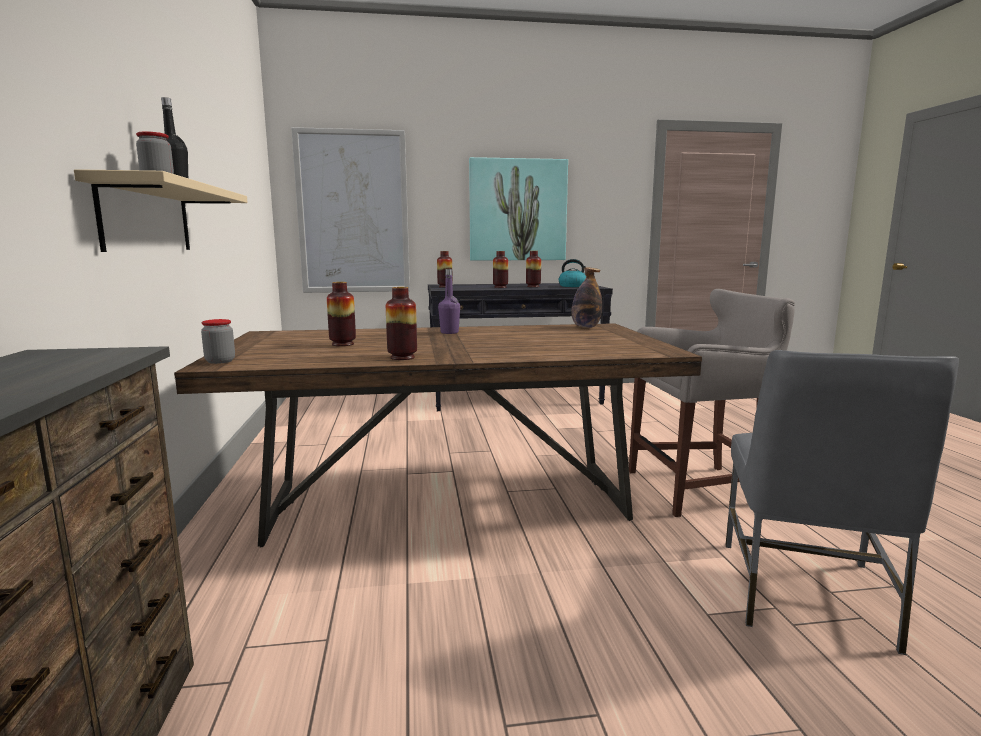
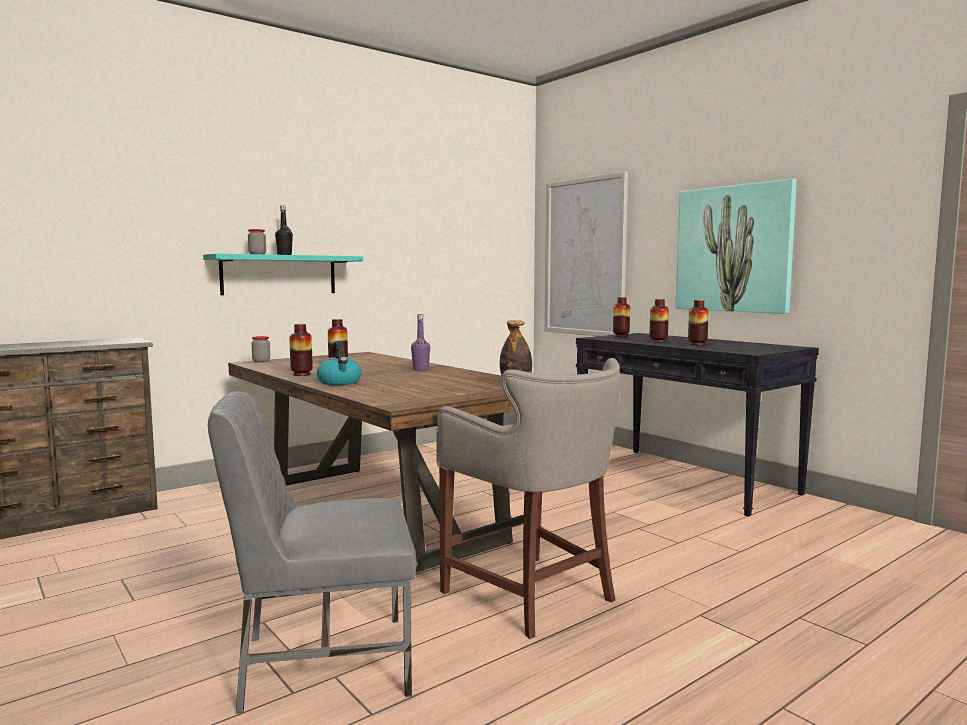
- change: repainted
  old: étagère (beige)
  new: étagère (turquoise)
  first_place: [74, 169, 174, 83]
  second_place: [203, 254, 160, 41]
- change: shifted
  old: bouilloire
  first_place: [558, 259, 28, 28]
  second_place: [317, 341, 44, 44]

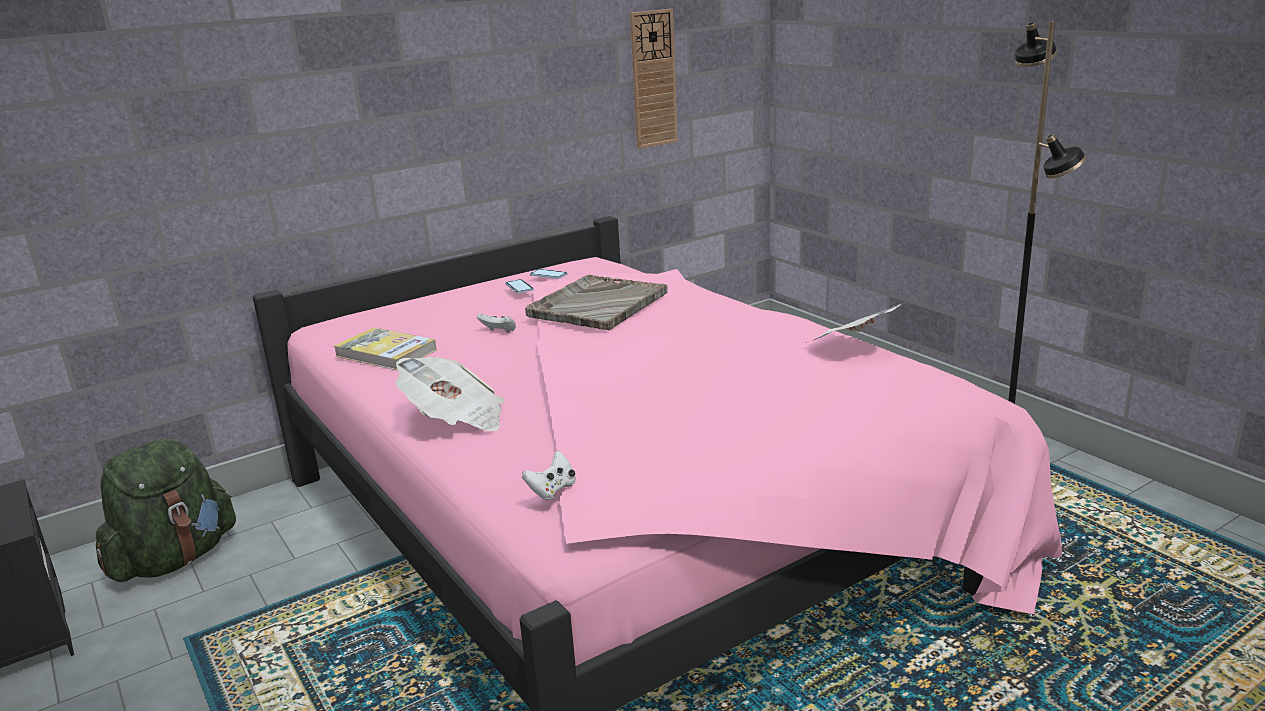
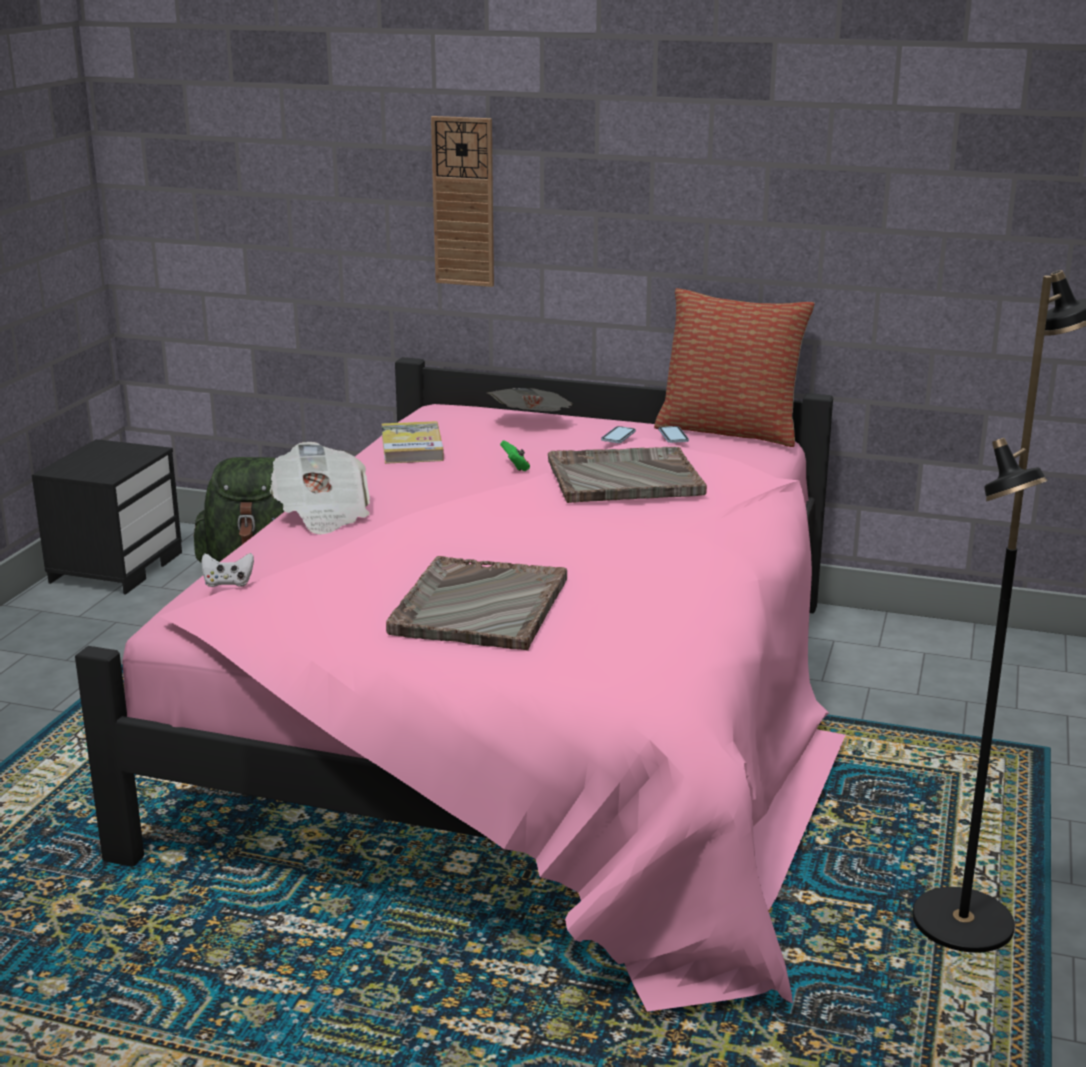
- change: shifted
  old: horloge murale
  first_place: [630, 9, 48, 140]
  second_place: [431, 116, 63, 171]
- change: shifted
  old: journal
  first_place: [806, 303, 99, 40]
  second_place: [487, 388, 86, 23]
- change: repainted
  old: manette (blanc)
  new: manette (vert)
  first_place: [477, 313, 39, 20]
  second_place: [500, 440, 30, 31]
- change: new
  new: coussin
  second_place: [654, 288, 161, 159]
- change: new
  new: plateau (gris)
  second_place: [386, 556, 181, 95]

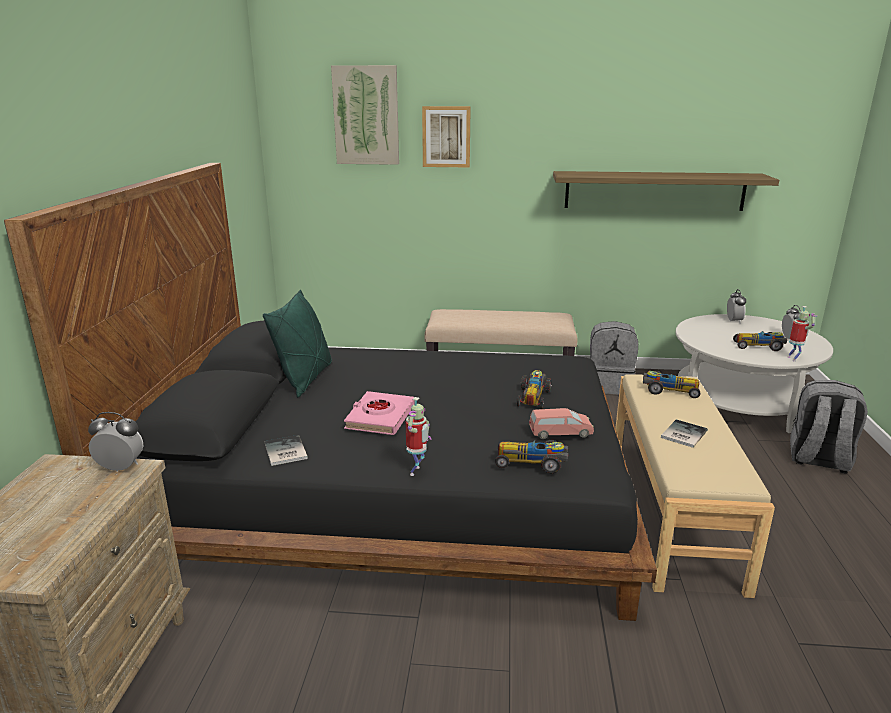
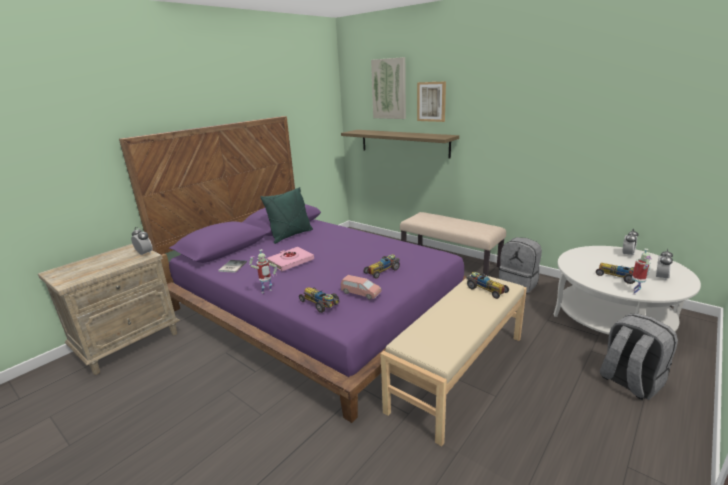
- change: repainted
  old: lit (noir)
  new: lit (violet)
  first_place: [4, 163, 653, 458]
  second_place: [119, 116, 348, 307]
- change: shifted
  old: étagère
  first_place: [553, 171, 226, 40]
  second_place: [341, 130, 118, 29]
- change: gone
  old: livre
  first_place: [661, 419, 47, 29]

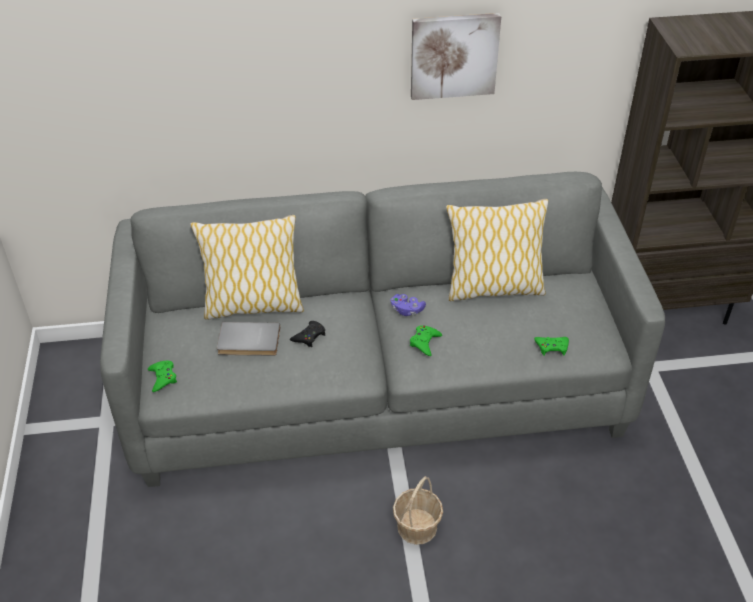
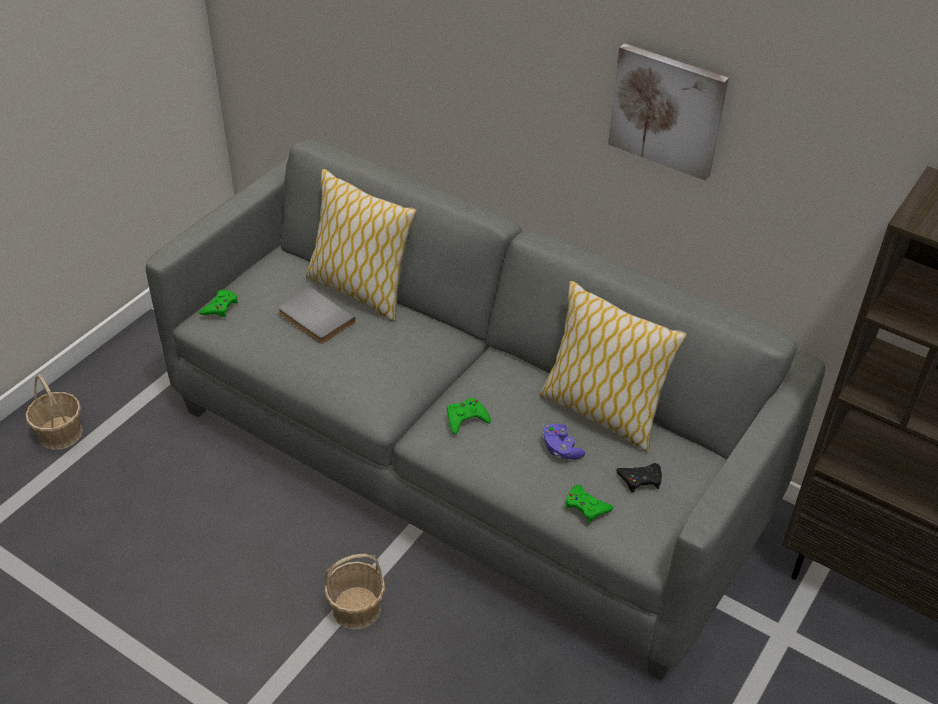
- change: shifted
  old: manette (violet)
  first_place: [391, 294, 35, 22]
  second_place: [542, 424, 43, 36]
- change: shifted
  old: manette (noir)
  first_place: [290, 321, 35, 26]
  second_place: [616, 463, 46, 30]
- change: new
  new: panier
  second_place: [25, 374, 58, 76]

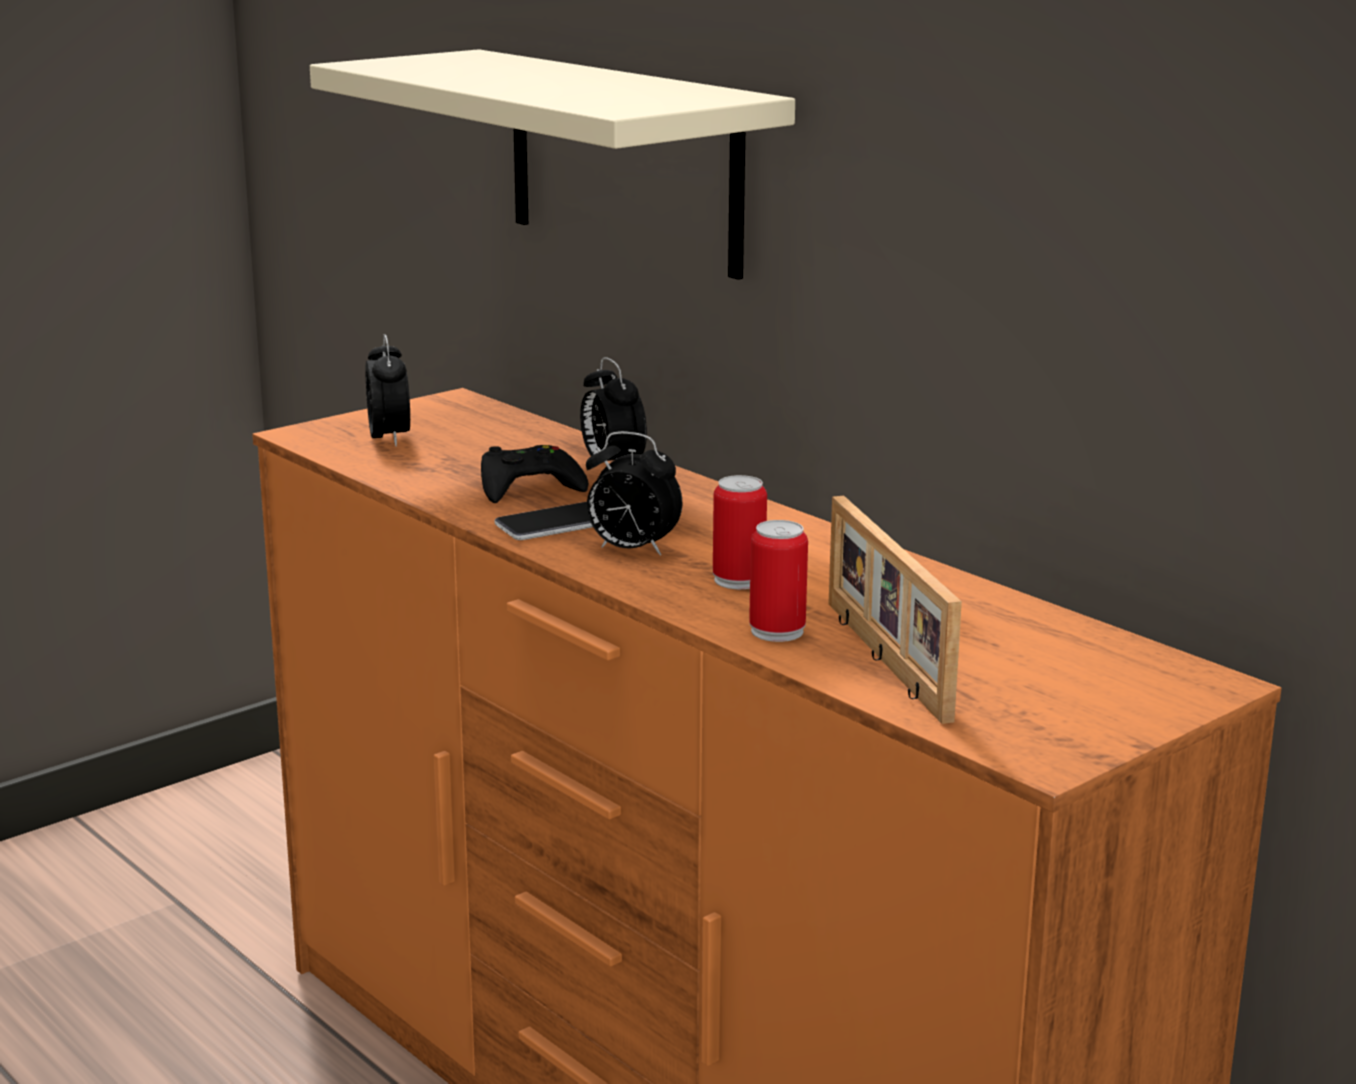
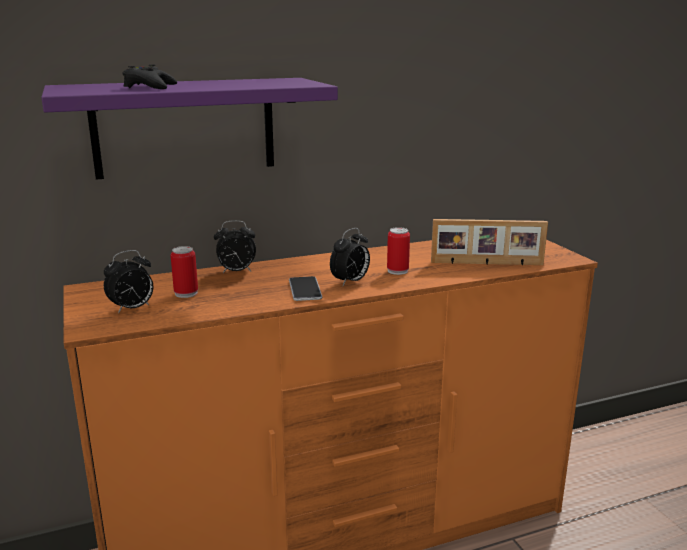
- change: repainted
  old: étagère (beige)
  new: étagère (violet)
  first_place: [310, 49, 485, 231]
  second_place: [41, 78, 297, 102]
- change: rotated
  old: réveil
  first_place: [366, 334, 44, 113]
  second_place: [104, 250, 49, 64]
  degrees: 135
- change: shifted
  old: manette (noir)
  first_place: [481, 445, 108, 58]
  second_place: [122, 64, 55, 25]
- change: shifted
  old: boîte métallique
  first_place: [749, 520, 59, 122]
  second_place: [171, 246, 27, 52]

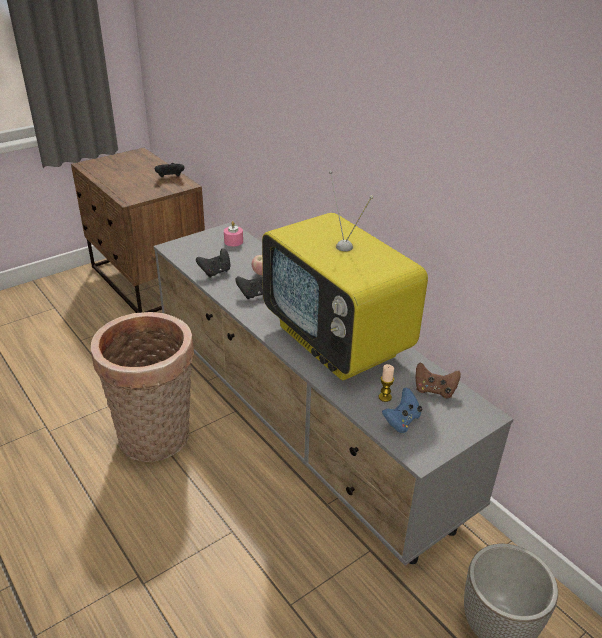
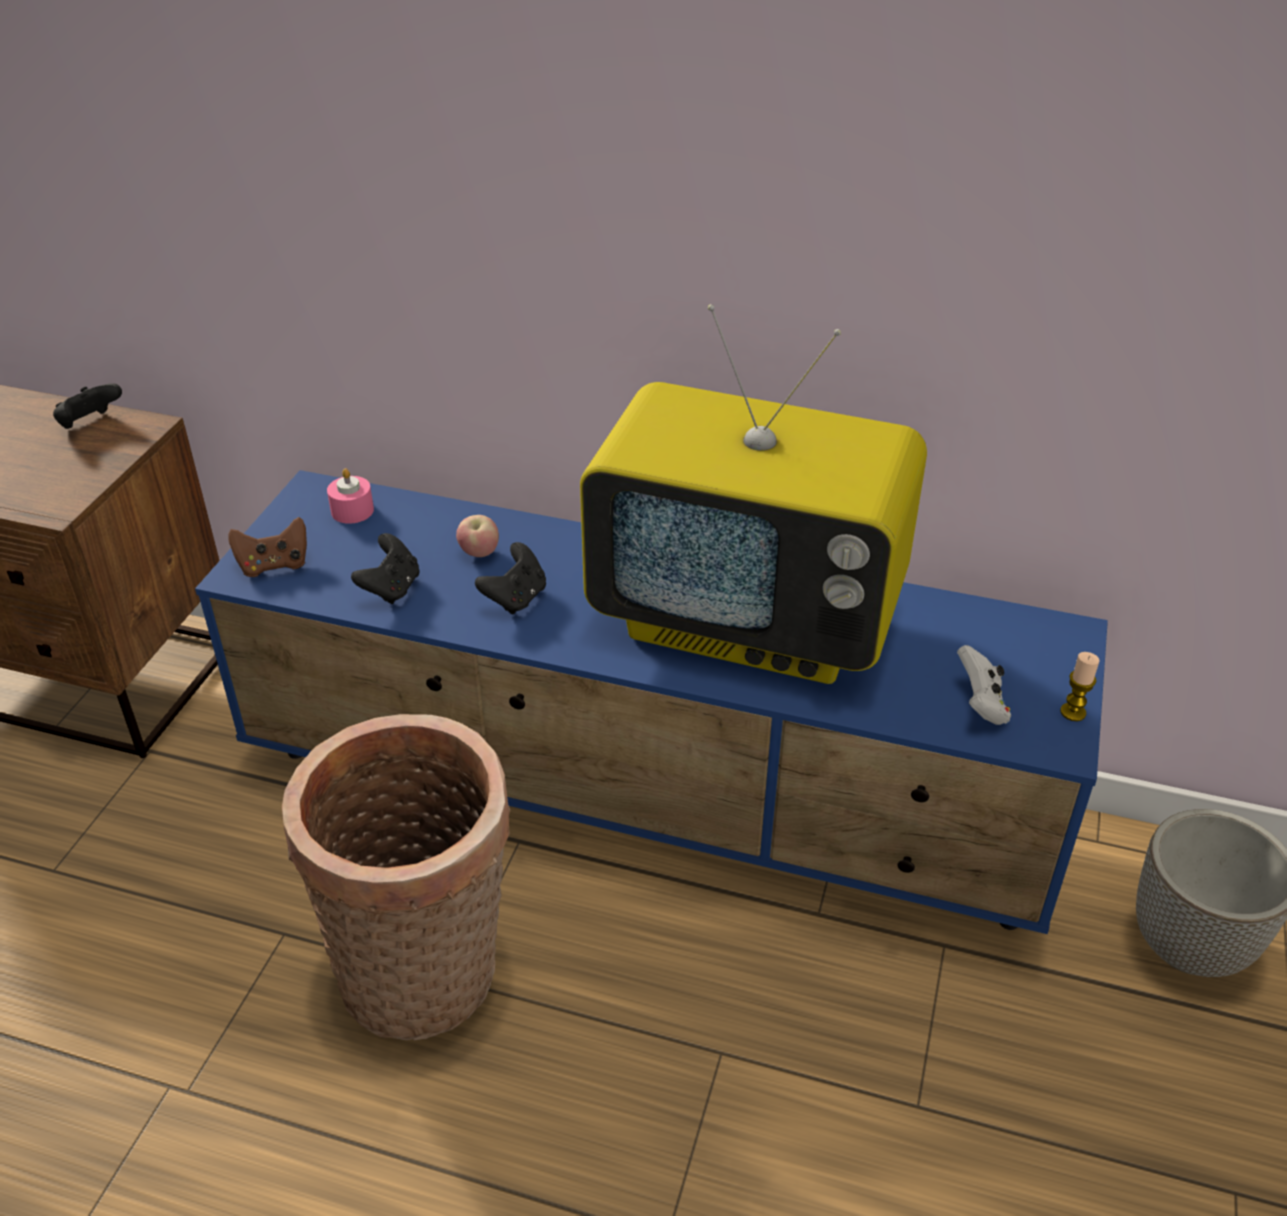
- change: repainted
  old: meuble télé (gris)
  new: meuble télé (bleu)
  first_place: [154, 222, 359, 343]
  second_place: [195, 470, 913, 464]
- change: shifted
  old: manette (marron)
  first_place: [415, 362, 46, 36]
  second_place: [228, 517, 79, 60]
- change: shifted
  old: bougie
  first_place: [379, 364, 15, 38]
  second_place: [1060, 652, 40, 69]
- change: repainted
  old: manette (bleu)
  new: manette (blanc)
  first_place: [382, 387, 40, 46]
  second_place: [957, 645, 54, 80]

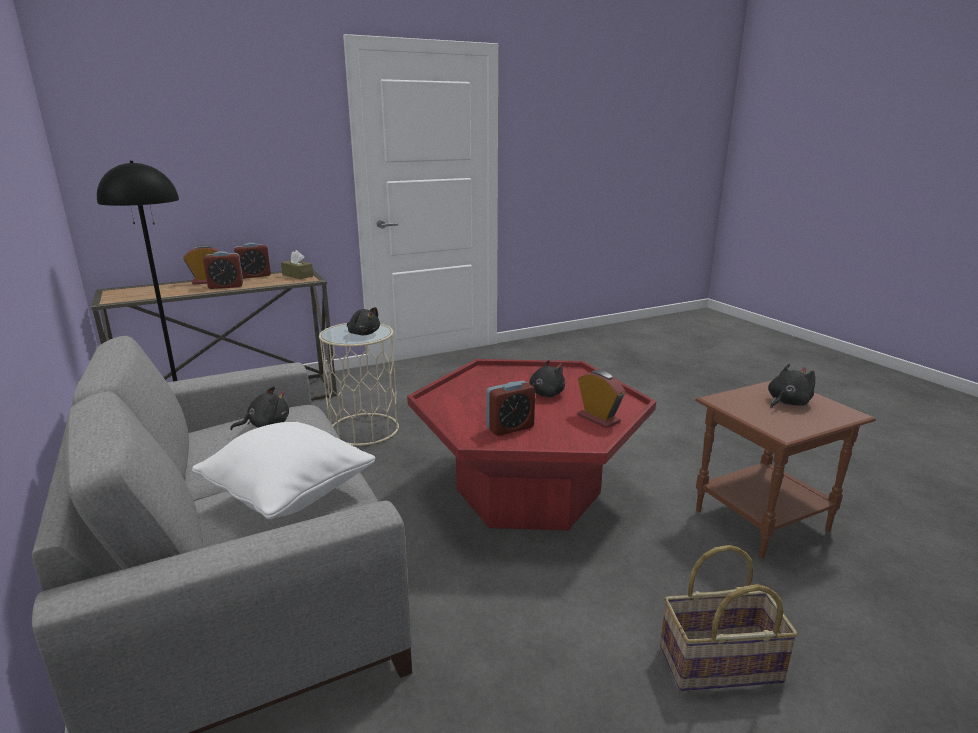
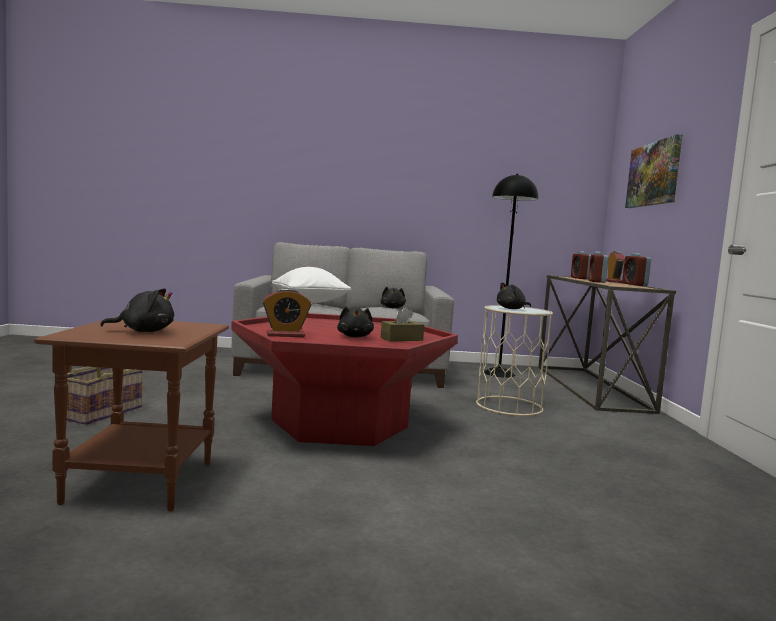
- change: shifted
  old: boîte à mouchoirs (marron)
  first_place: [281, 250, 32, 29]
  second_place: [381, 307, 43, 34]
- change: rotated
  old: peluche (noir)
  first_place: [768, 363, 47, 45]
  second_place: [100, 288, 74, 44]
  degrees: -90
- change: shifted
  old: réveil
  first_place: [486, 380, 49, 56]
  second_place: [571, 251, 20, 29]
- change: new
  new: tableau
  second_place: [625, 134, 57, 74]

